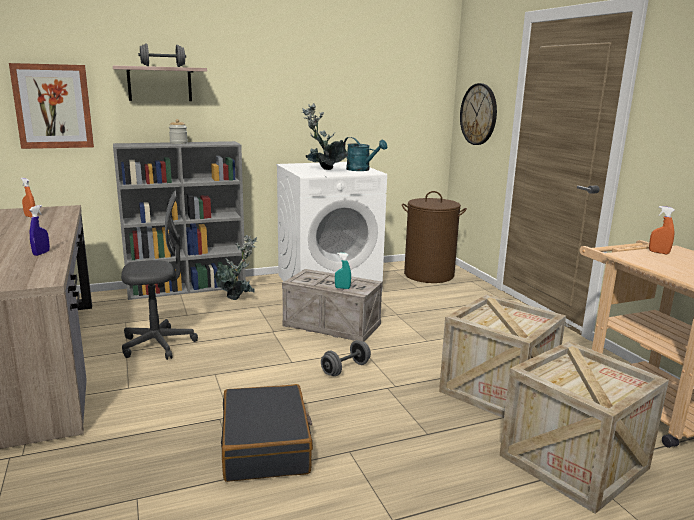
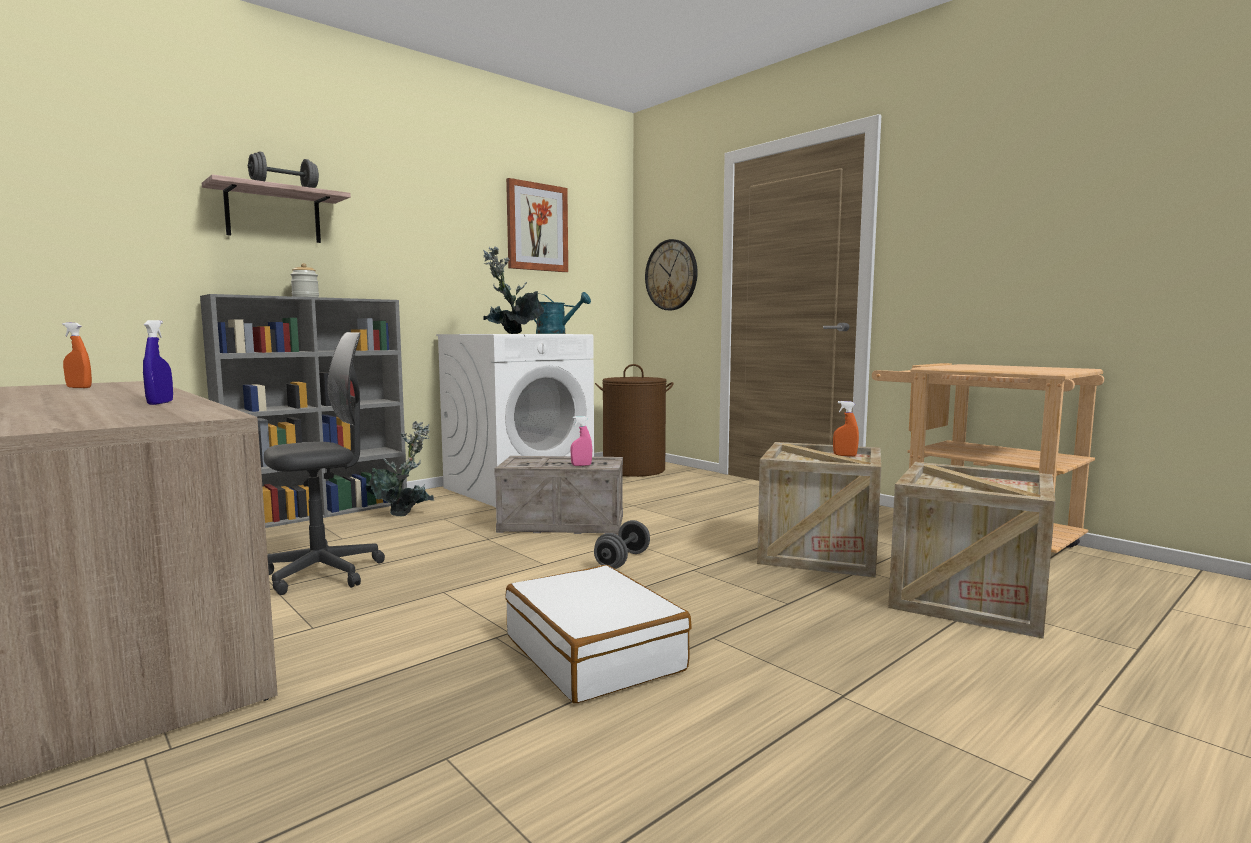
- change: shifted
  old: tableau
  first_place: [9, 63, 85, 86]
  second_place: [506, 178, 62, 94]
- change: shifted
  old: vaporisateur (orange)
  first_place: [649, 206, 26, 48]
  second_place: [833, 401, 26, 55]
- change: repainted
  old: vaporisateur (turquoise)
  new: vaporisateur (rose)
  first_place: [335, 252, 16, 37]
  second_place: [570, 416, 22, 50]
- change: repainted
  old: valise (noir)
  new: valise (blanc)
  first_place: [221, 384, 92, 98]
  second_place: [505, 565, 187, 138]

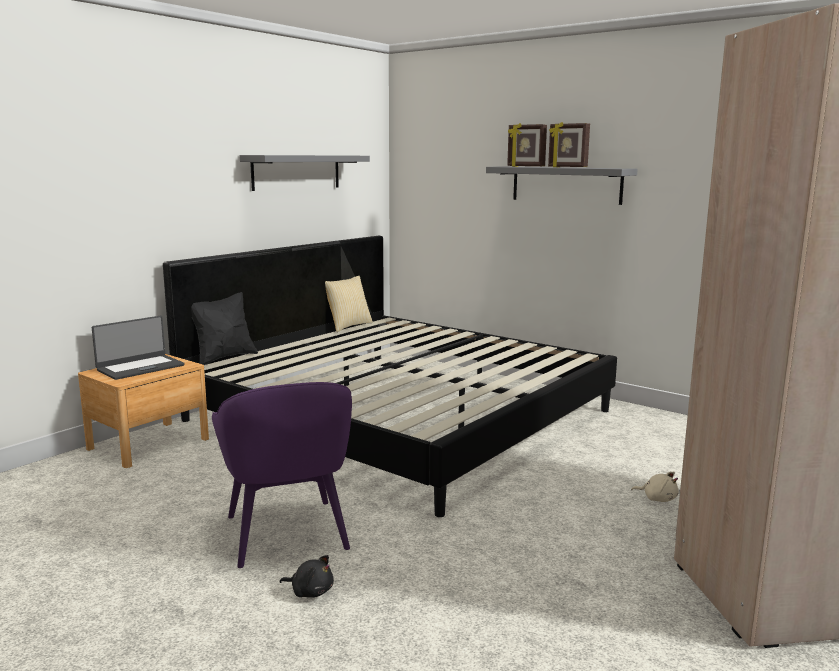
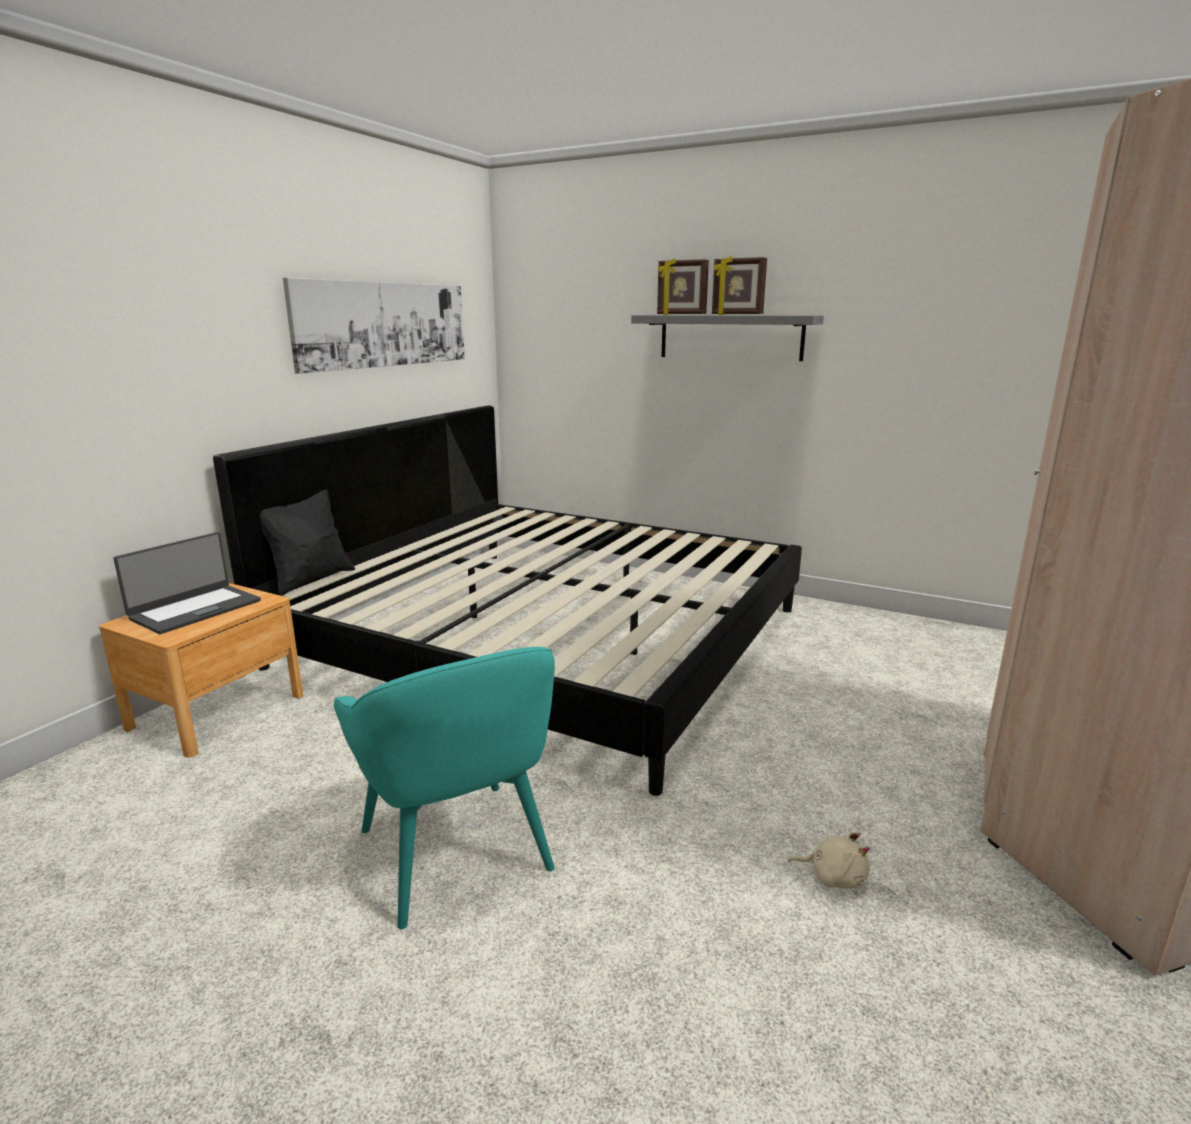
- change: swapped
  old: étagère (gris)
  new: tableau
  first_place: [240, 155, 130, 36]
  second_place: [283, 278, 182, 96]
- change: gone
  old: coussin
  first_place: [325, 276, 48, 56]
- change: repainted
  old: fauteuil (violet)
  new: fauteuil (turquoise)
  first_place: [212, 382, 140, 186]
  second_place: [334, 647, 221, 282]
- change: shifted
  old: peluche (beige)
  first_place: [631, 472, 48, 30]
  second_place: [789, 832, 81, 57]
- change: gone
  old: peluche (noir)
  first_place: [280, 555, 54, 43]

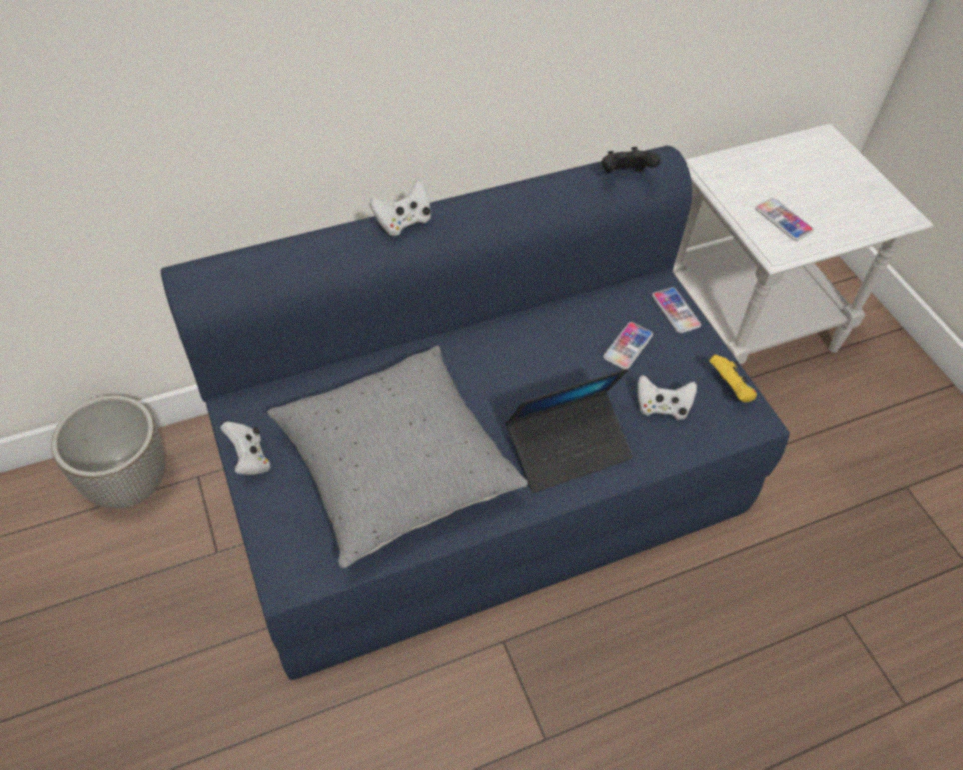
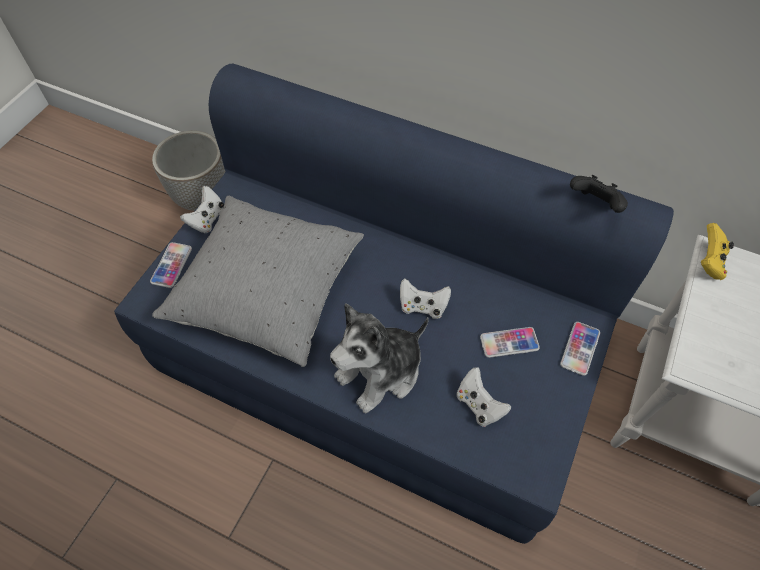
- change: shifted
  old: manette (blanc)
  first_place: [369, 179, 62, 57]
  second_place: [400, 278, 51, 41]
- change: shifted
  old: téléphone
  first_place: [756, 198, 58, 43]
  second_place: [150, 242, 42, 46]
- change: shifted
  old: manette (jaune)
  first_place: [709, 355, 48, 48]
  second_place: [701, 223, 33, 57]
- change: swapped
  old: ordinateur portable
  new: peluche
  first_place: [506, 369, 127, 124]
  second_place: [330, 303, 99, 110]

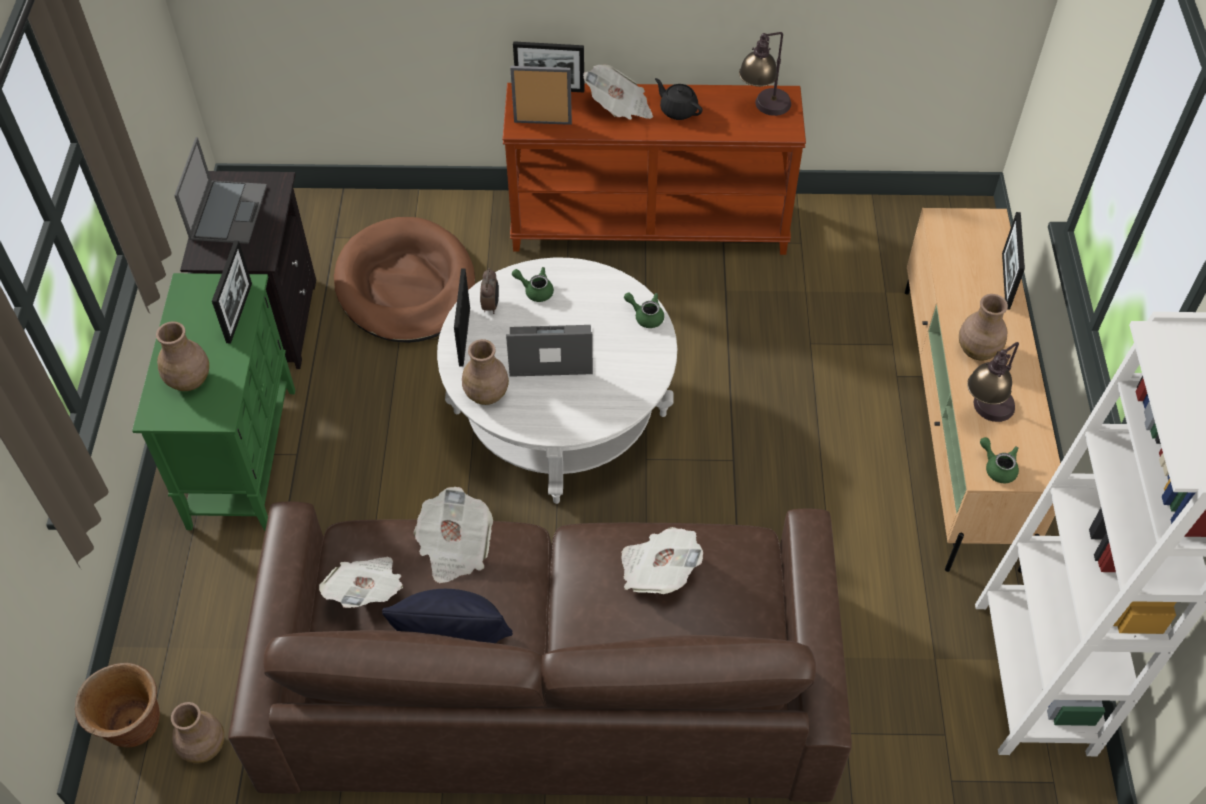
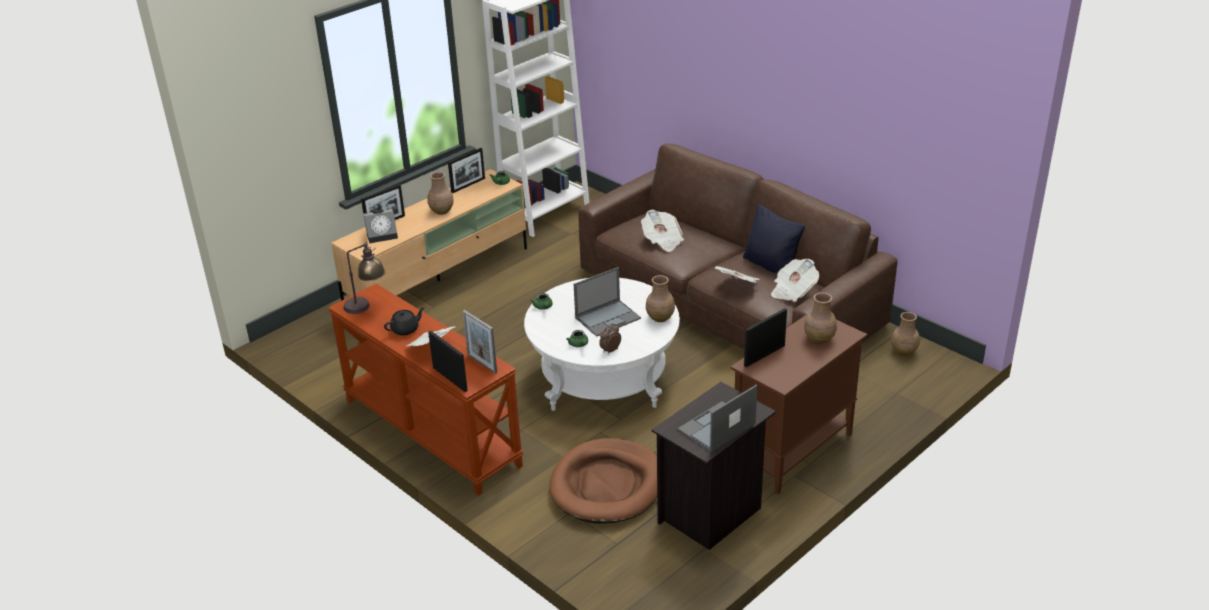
- change: rotated
  old: théière (noir)
  first_place: [655, 78, 47, 42]
  second_place: [384, 307, 41, 28]
  degrees: -120
- change: shifted
  old: cadre photo
  first_place: [454, 268, 16, 99]
  second_place: [448, 148, 37, 45]
- change: repainted
  old: meuble de rangement (vert)
  new: meuble de rangement (marron)
  first_place: [132, 273, 163, 258]
  second_place: [731, 313, 136, 181]
- change: rotated
  old: ordinateur portable
  first_place: [506, 325, 87, 52]
  second_place: [574, 267, 67, 70]
  degrees: -75
- change: gone
  old: lampe de table
  first_place: [967, 342, 52, 80]
- change: gone
  old: cache-pot (marron)
  first_place: [75, 663, 85, 84]
- change: new
  new: réveil
  second_place: [363, 209, 35, 34]

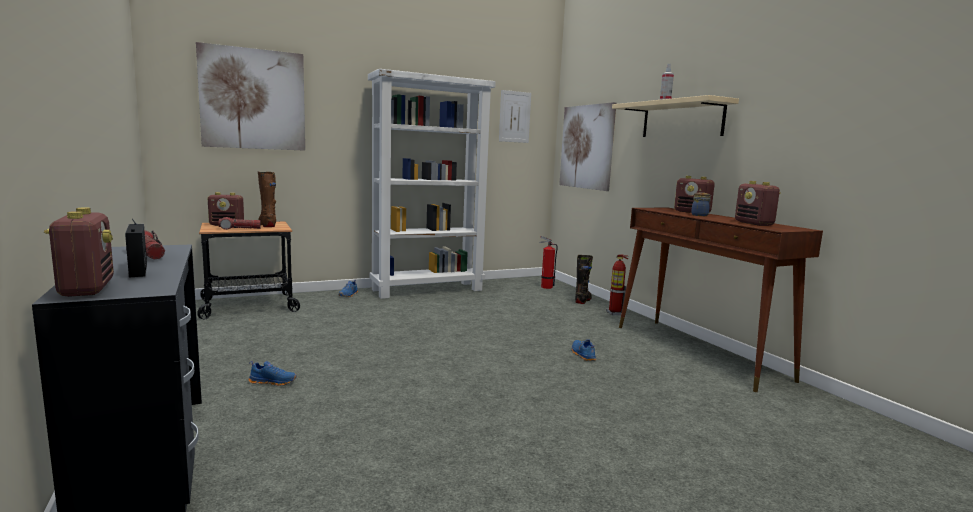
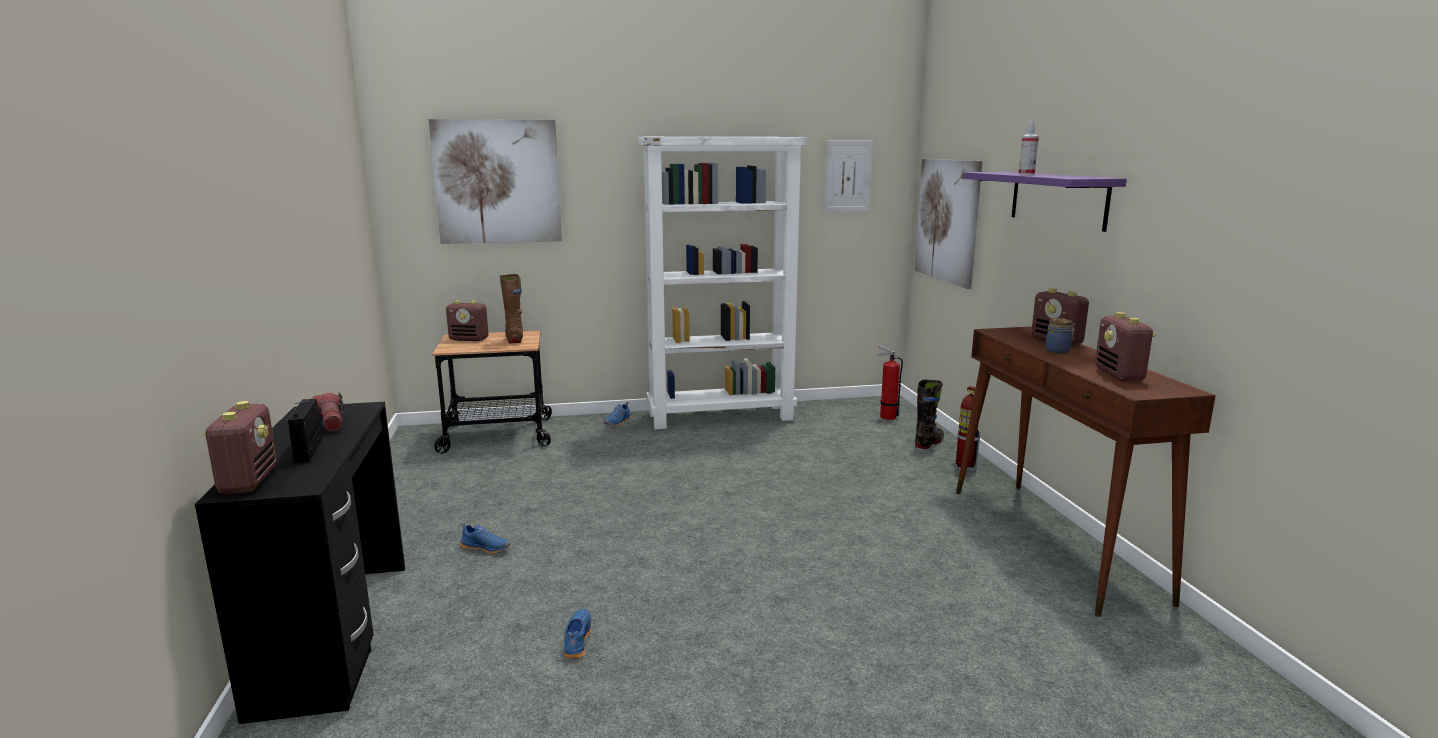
- change: repainted
  old: étagère (beige)
  new: étagère (violet)
  first_place: [612, 95, 127, 42]
  second_place: [962, 172, 165, 60]
- change: gone
  old: lampe de poche
  first_place: [219, 217, 42, 13]
- change: shifted
  old: chaussure (bleu)
  first_place: [572, 339, 24, 22]
  second_place: [564, 609, 28, 50]

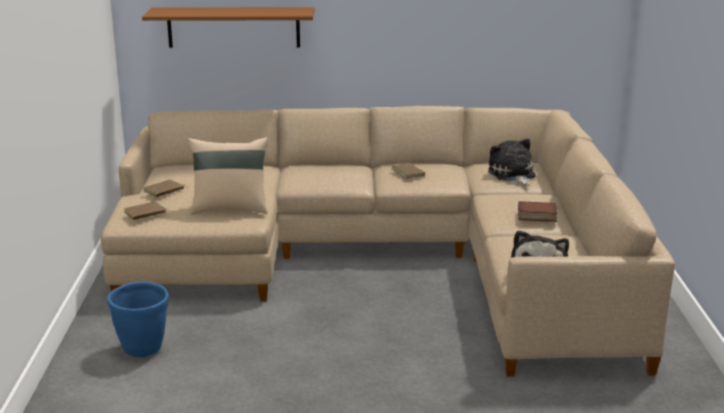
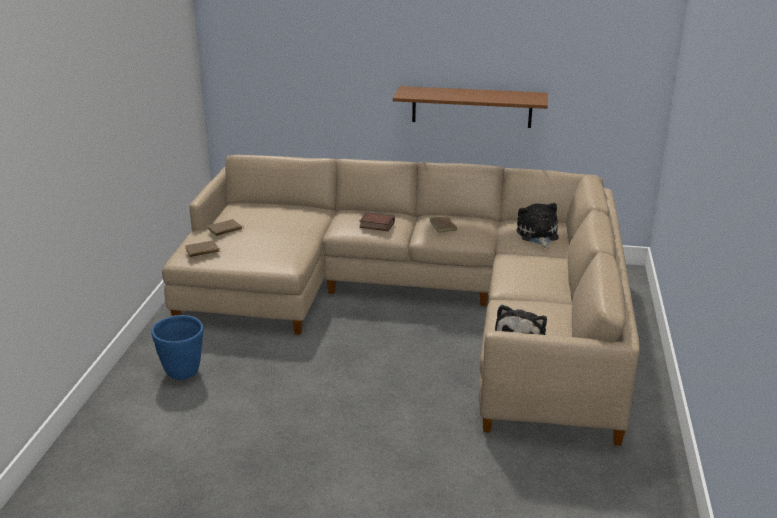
- change: shifted
  old: étagère (marron)
  first_place: [142, 7, 172, 41]
  second_place: [393, 86, 155, 42]
- change: gone
  old: coussin (beige)
  first_place: [188, 137, 80, 78]
- change: shifted
  old: livre
  first_place: [518, 201, 40, 21]
  second_place: [360, 212, 35, 19]

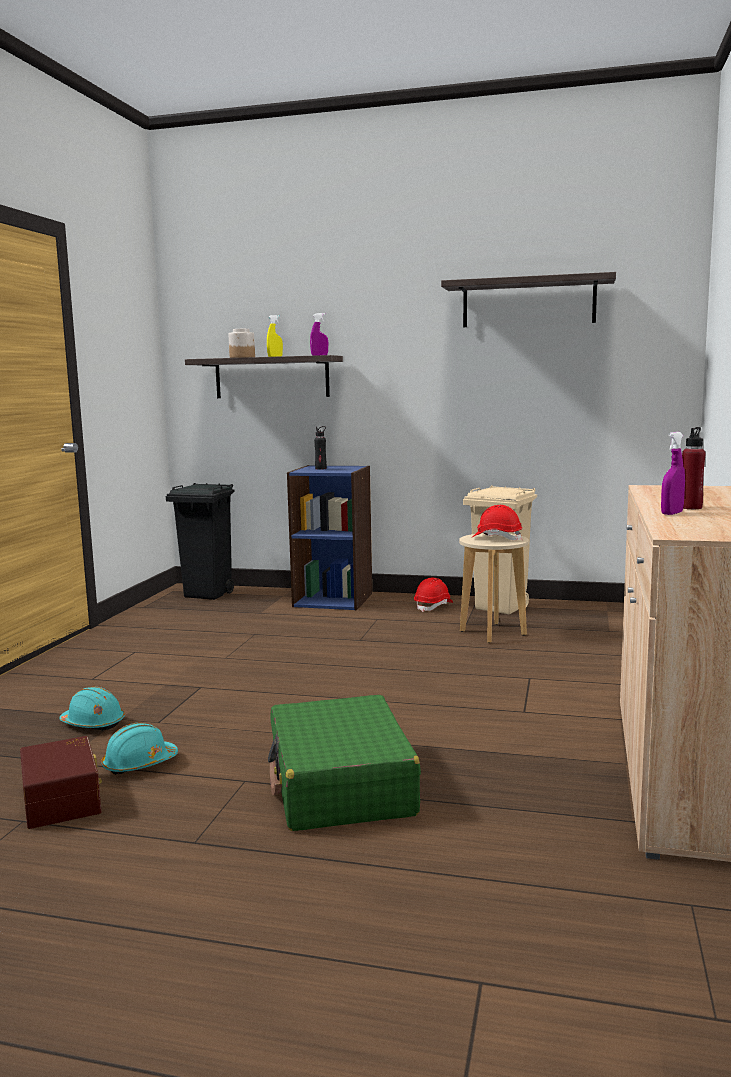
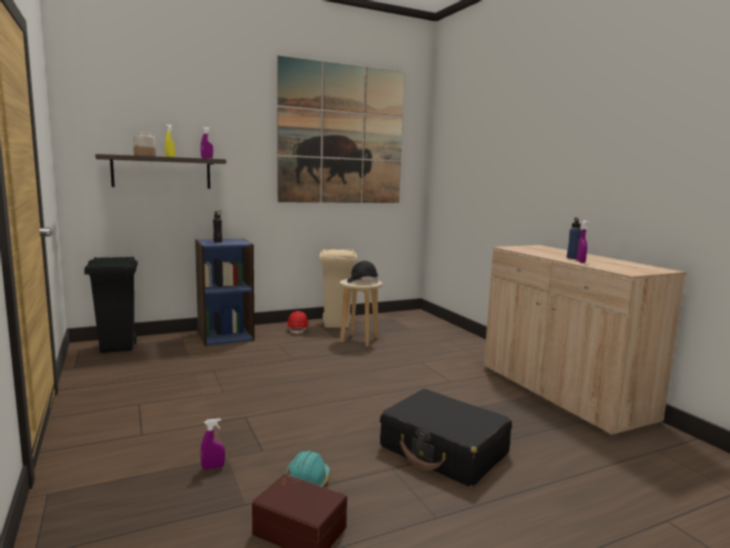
- change: swapped
  old: étagère
  new: tableau
  first_place: [441, 272, 175, 55]
  second_place: [277, 56, 128, 147]
- change: repainted
  old: bouteille (rouge)
  new: bouteille (bleu)
  first_place: [682, 427, 24, 82]
  second_place: [567, 217, 14, 42]
- change: repainted
  old: casque de chantier (rouge)
  new: casque de chantier (noir)
  first_place: [473, 505, 49, 35]
  second_place: [347, 261, 31, 22]
- change: swapped
  old: casque de chantier (turquoise)
  new: vaporisateur (violet)
  first_place: [60, 687, 65, 44]
  second_place: [201, 419, 24, 51]
- change: repainted
  old: valise (vert)
  new: valise (noir)
  first_place: [268, 695, 153, 136]
  second_place: [380, 389, 132, 98]

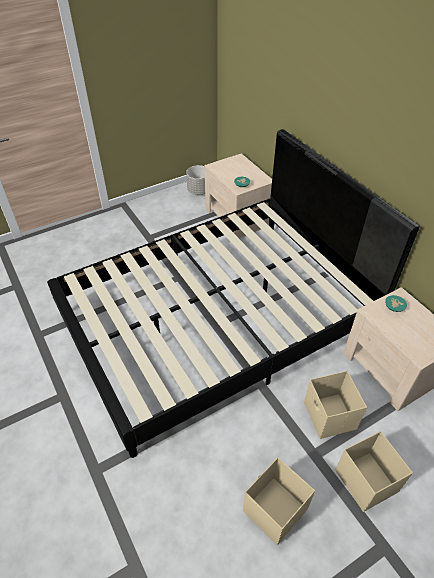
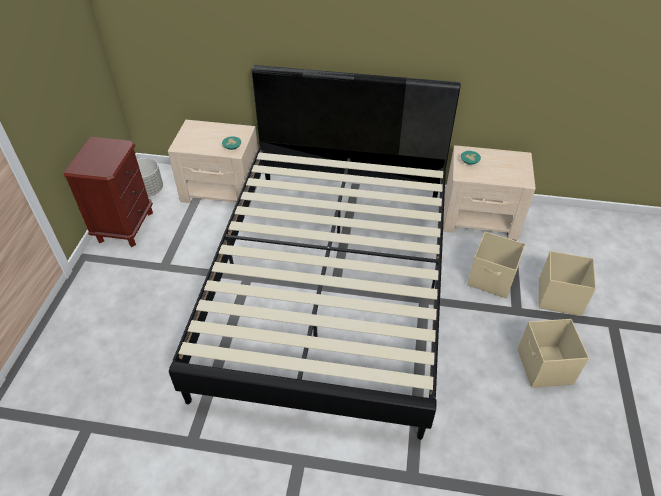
- change: new
  new: table de chevet (marron)
  second_place: [64, 137, 89, 110]

